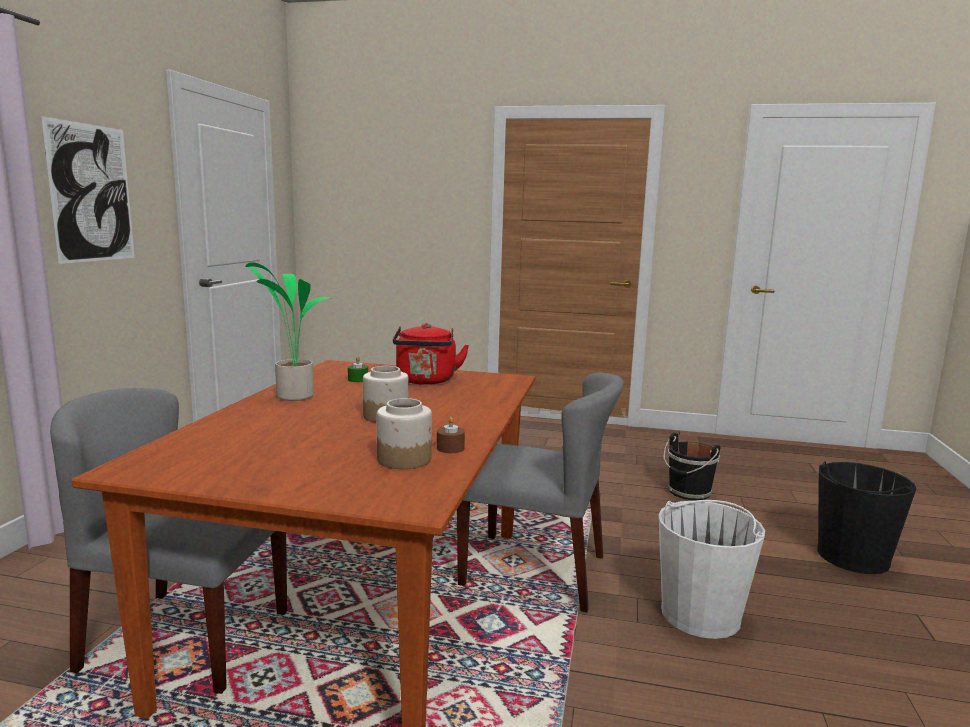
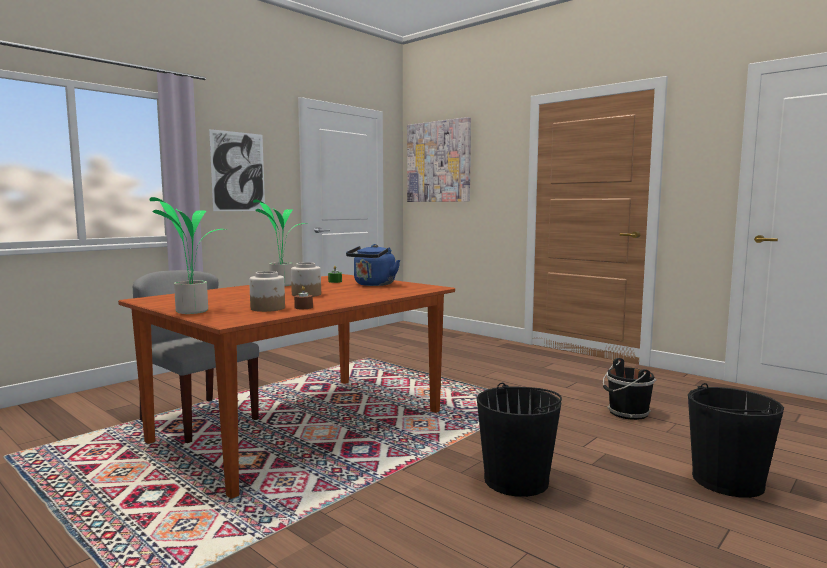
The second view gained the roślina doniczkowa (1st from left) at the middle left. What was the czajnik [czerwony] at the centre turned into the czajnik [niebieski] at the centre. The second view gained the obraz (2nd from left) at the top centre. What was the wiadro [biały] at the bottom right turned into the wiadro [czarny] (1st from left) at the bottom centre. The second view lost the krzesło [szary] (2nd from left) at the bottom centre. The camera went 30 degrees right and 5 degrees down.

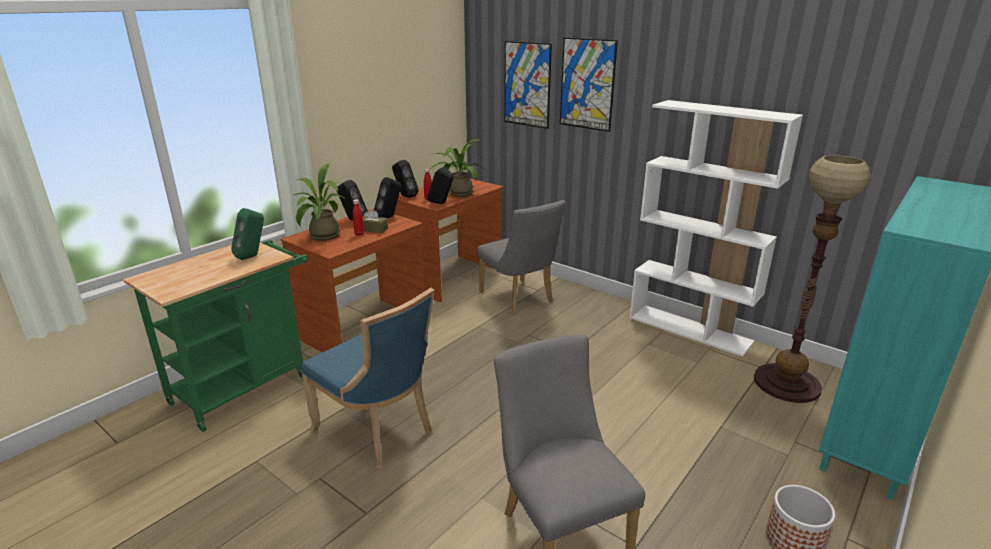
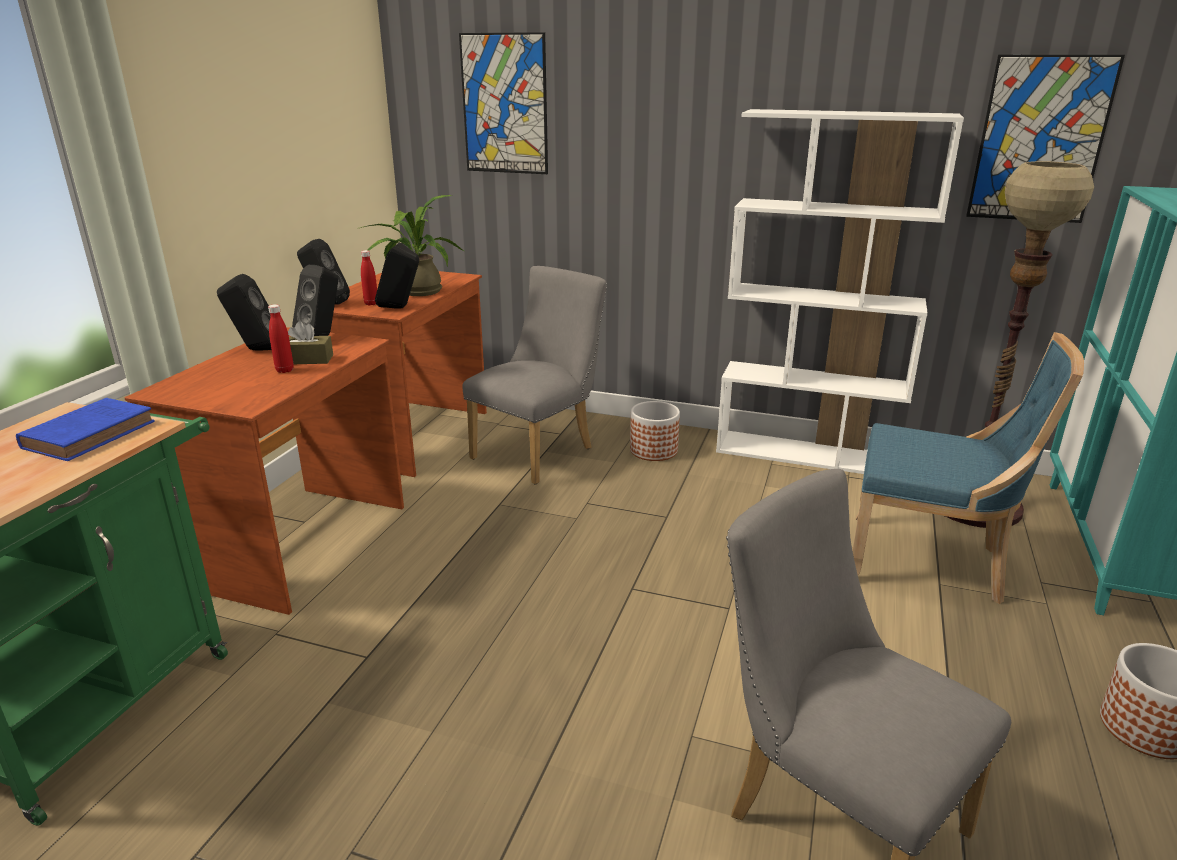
Where the głośnik [zielony] stood at the middle left, the książka [niebieski] came to stand at the middle left. The krzesło [szary] (1st from left) at the centre ended up facing another way, 90 degrees counterclockwise from before. The second view gained the donica (1st from left) at the centre. The krzesło [niebieski] ended up elsewhere, having gone from the bottom centre to the middle right. The obraz (2nd from left) ended up elsewhere, having gone from the top centre to the top right. The second view lost the roślina doniczkowa (1st from left) at the middle left. The camera went 20 degrees left and 0 degrees up.

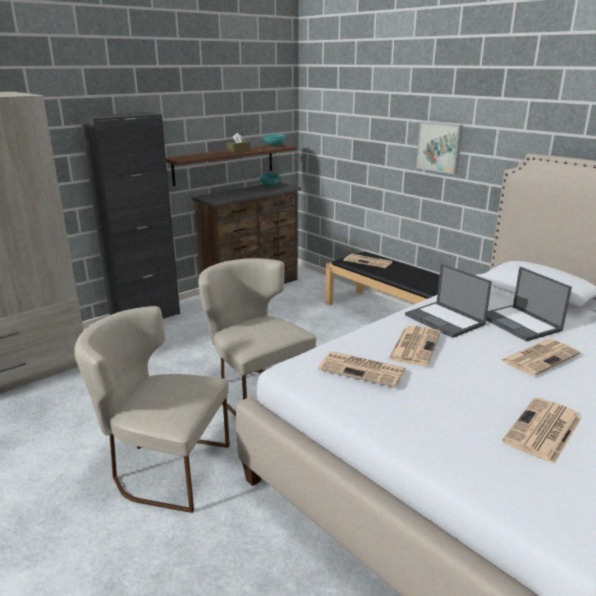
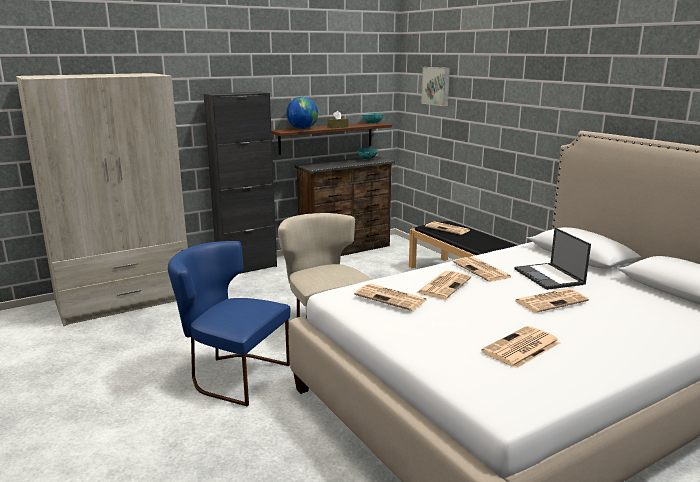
What was the krzesło [beżowy] (1st from left) at the bottom left turned into the krzesło [niebieski] at the bottom left. The second view gained the globus at the top centre. The obraz ended up elsewhere, having gone from the top right to the top centre. Where the laptop (1st from left) stood at the middle right, the gazeta (4th from left) came to stand at the middle right. The camera went 10 degrees right and 5 degrees down.

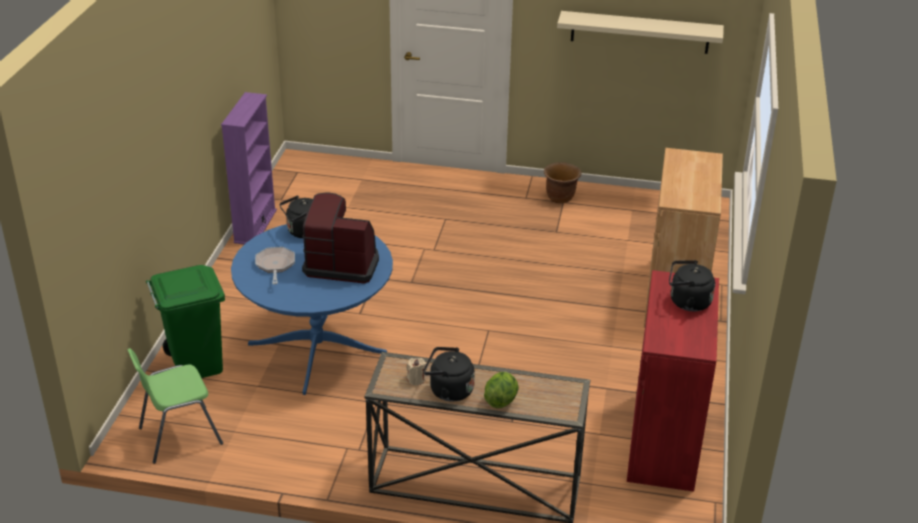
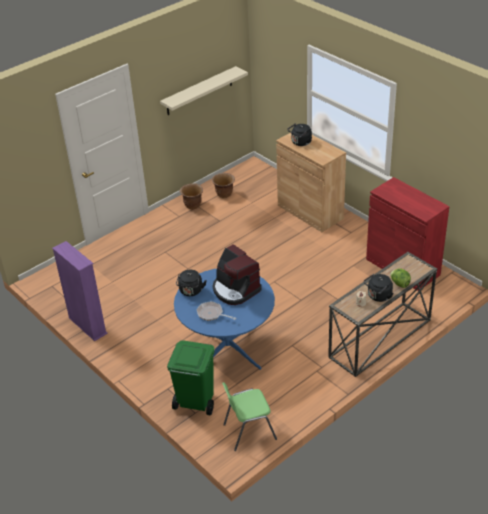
The second view gained the donica [brązowy] (2nd from left) at the centre. The ekspres do kawy at the centre ended up facing another way, 90 degrees counterclockwise from before. The krzesło [zielony] at the bottom left ended up facing another way, 60 degrees clockwise from before. The czajnik [czarny] (3rd from left in the first image) ended up elsewhere, having gone from the middle right to the top centre. The camera went 50 degrees left and 5 degrees up.

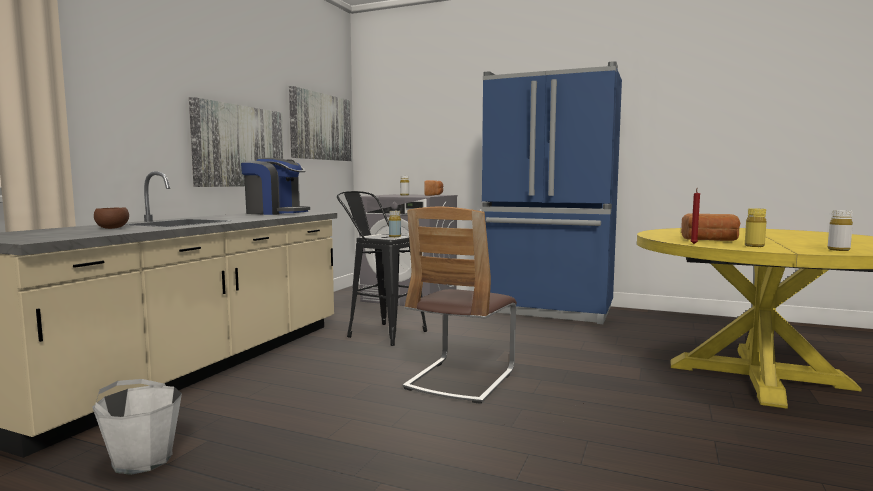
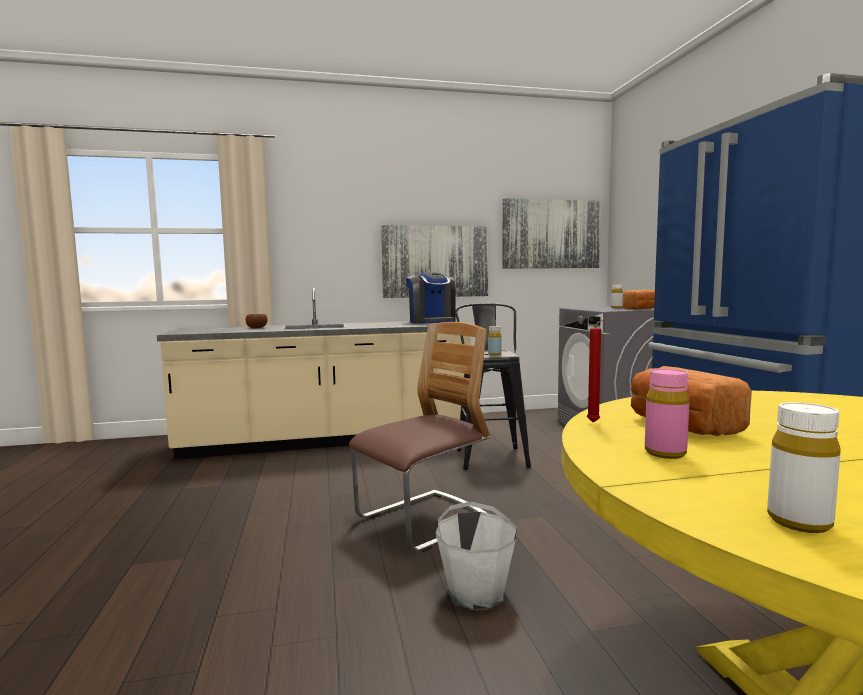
The krzesło at the centre ended up facing another way, 150 degrees clockwise from before. The wiadro [biały] ended up elsewhere, having gone from the bottom left to the bottom centre. What was the butelka [żółty] (2nd from left) at the middle right turned into the butelka [różowy] at the middle right. The camera went 55 degrees right and 0 degrees up.

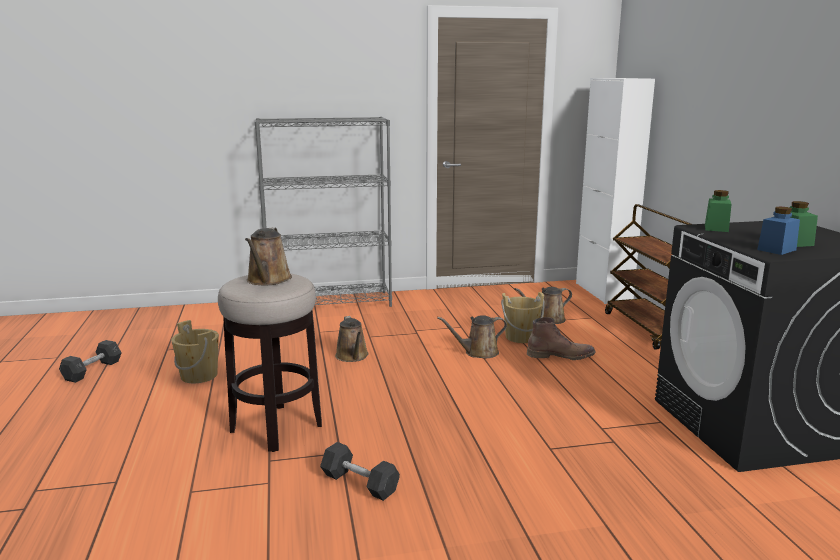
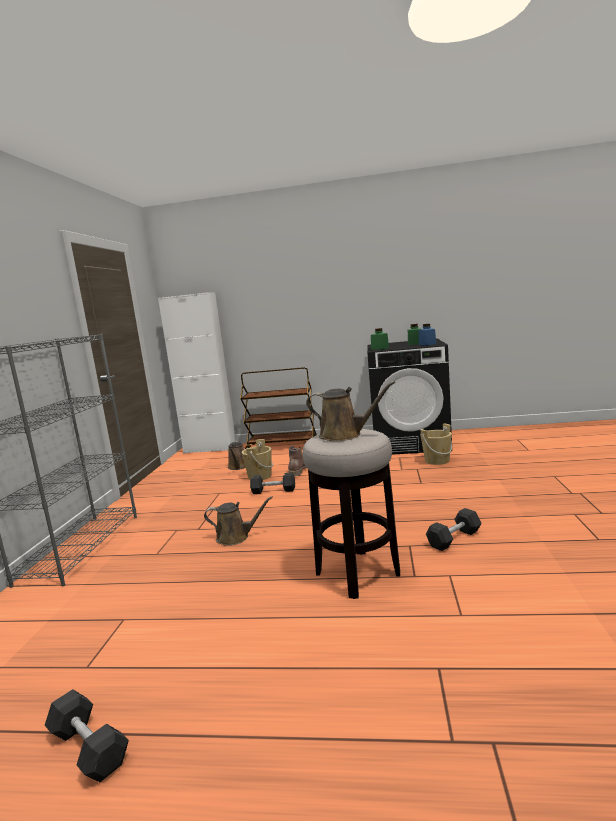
Where the konewka [brązowy] (3rd from left) stood at the centre, the hantel [szary] (2nd from left) came to stand at the centre. The wiadro [beżowy] (1st from left in the first image) ended up elsewhere, having gone from the middle left to the middle right. The camera went 70 degrees left and 5 degrees down.

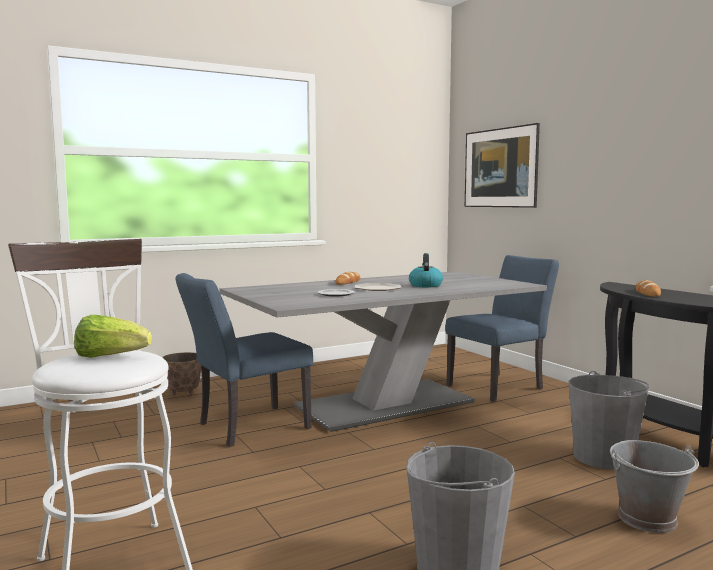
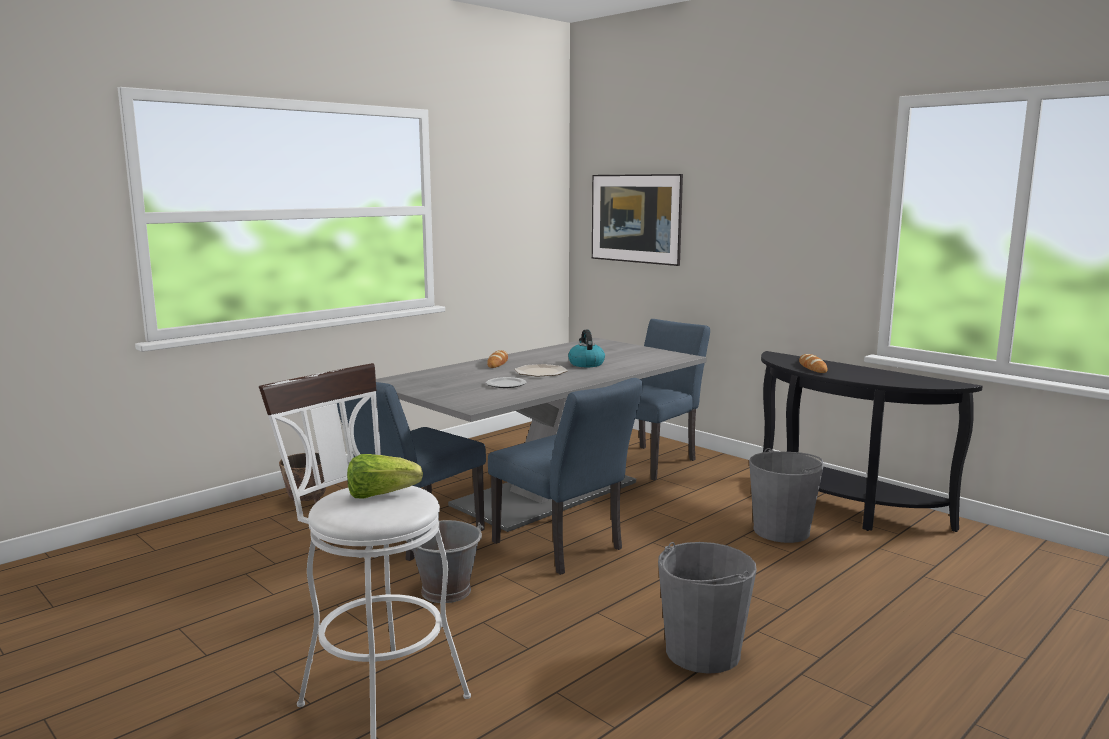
The wiadro [szary] (3rd from left in the first image) ended up elsewhere, having gone from the bottom right to the bottom centre. The second view gained the krzesło [niebieski] (2nd from left) at the centre. The camera went 15 degrees left and 5 degrees up.

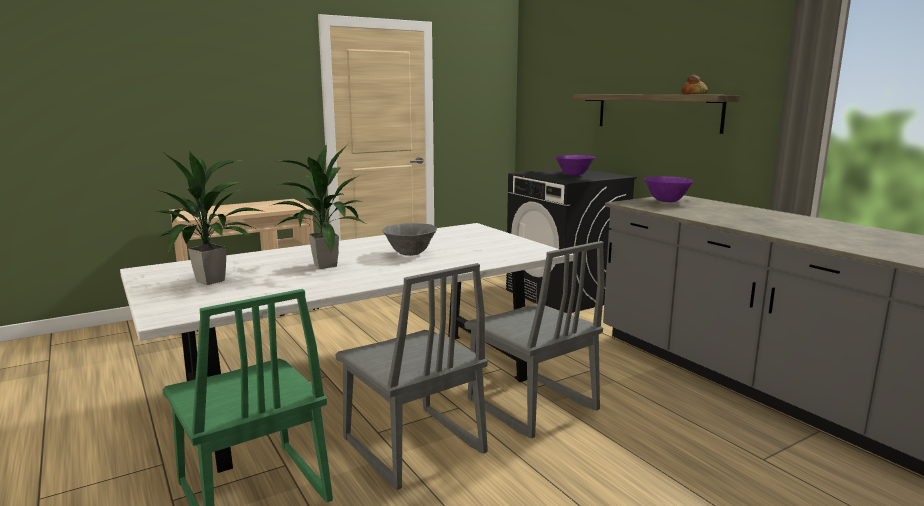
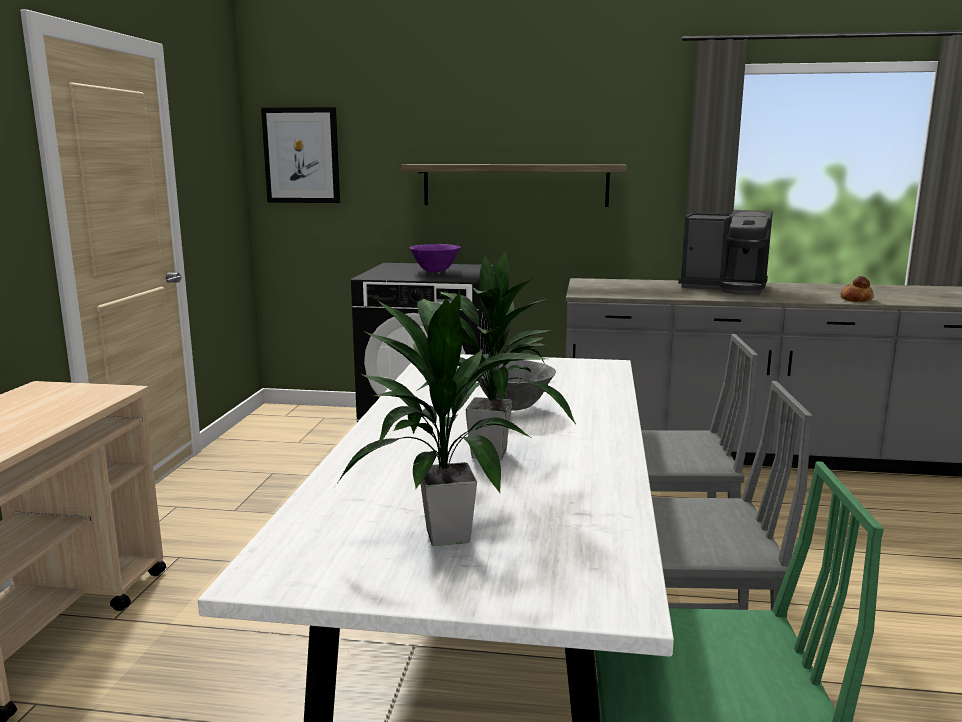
The second view gained the obraz at the top left. The second view gained the ekspres do kawy at the middle right. The chleb ended up elsewhere, having gone from the top right to the middle right. The second view lost the miska [fioletowy] (2nd from left) at the middle right. The camera went 50 degrees left and 0 degrees up.

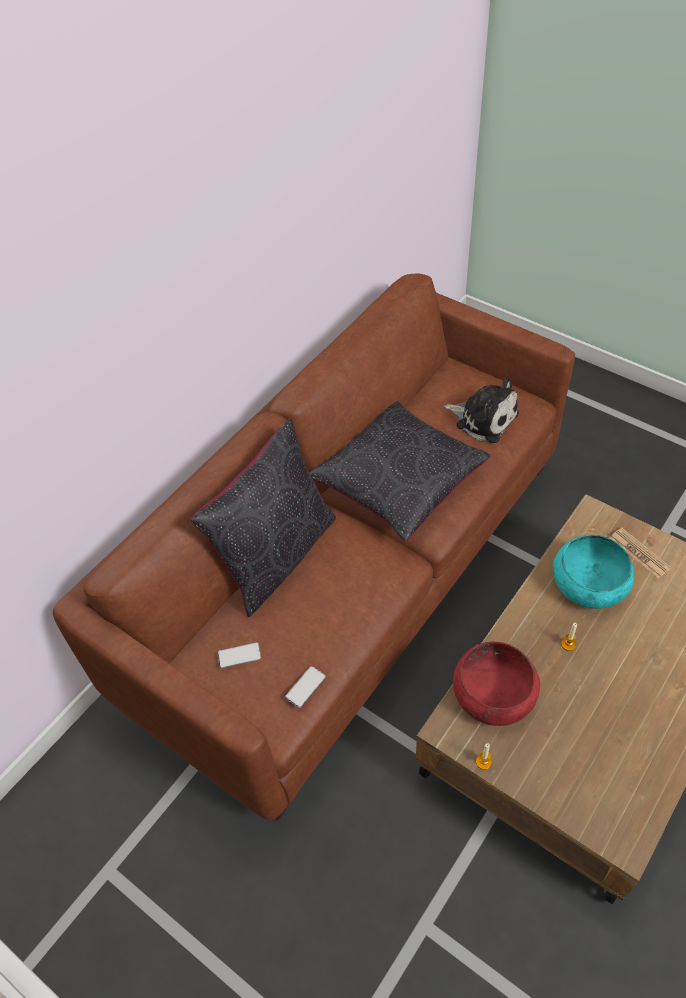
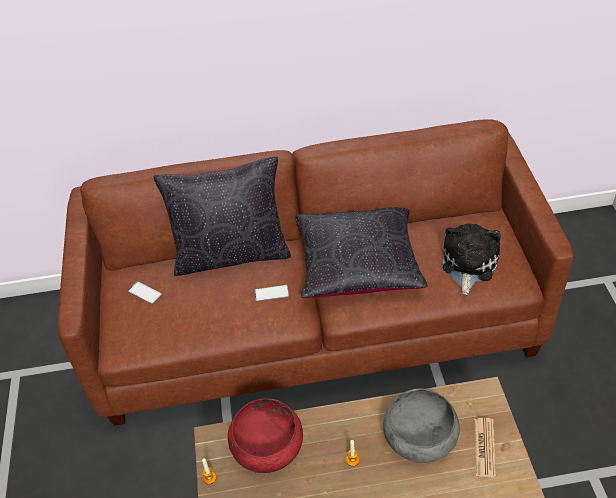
The telefon (2nd from left) ended up elsewhere, having gone from the bottom centre to the centre. What was the miska [turkusowy] at the middle right turned into the miska [szary] at the bottom right. The pluszak at the middle right ended up facing another way, 150 degrees counterclockwise from before. The camera went 45 degrees right and 5 degrees down.

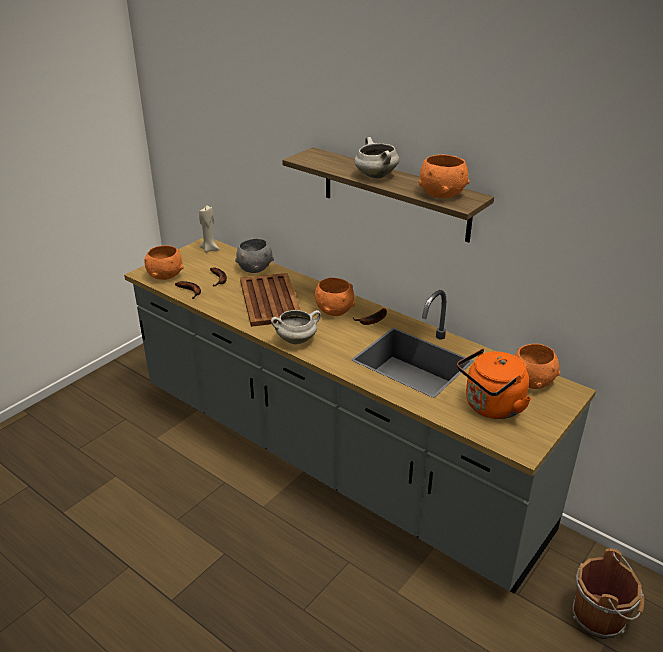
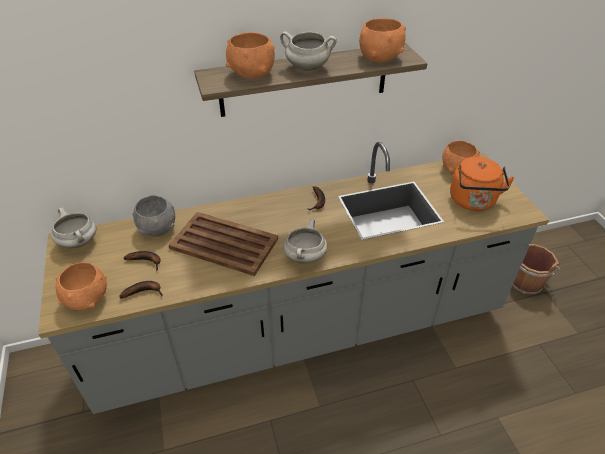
Where the świeca [beżowy] stood at the middle left, the garnek [biały] (1st from left) came to stand at the middle left. The miska [pomarańczowy] (2nd from left) ended up elsewhere, having gone from the centre to the top centre. The camera went 55 degrees left and 10 degrees up.

